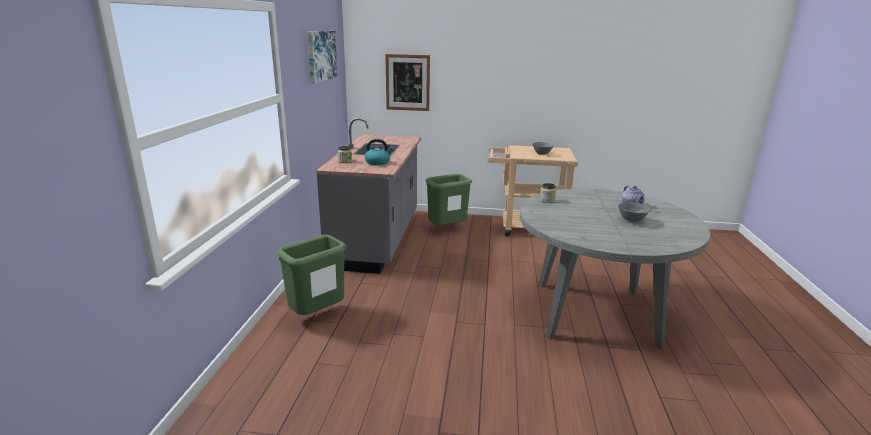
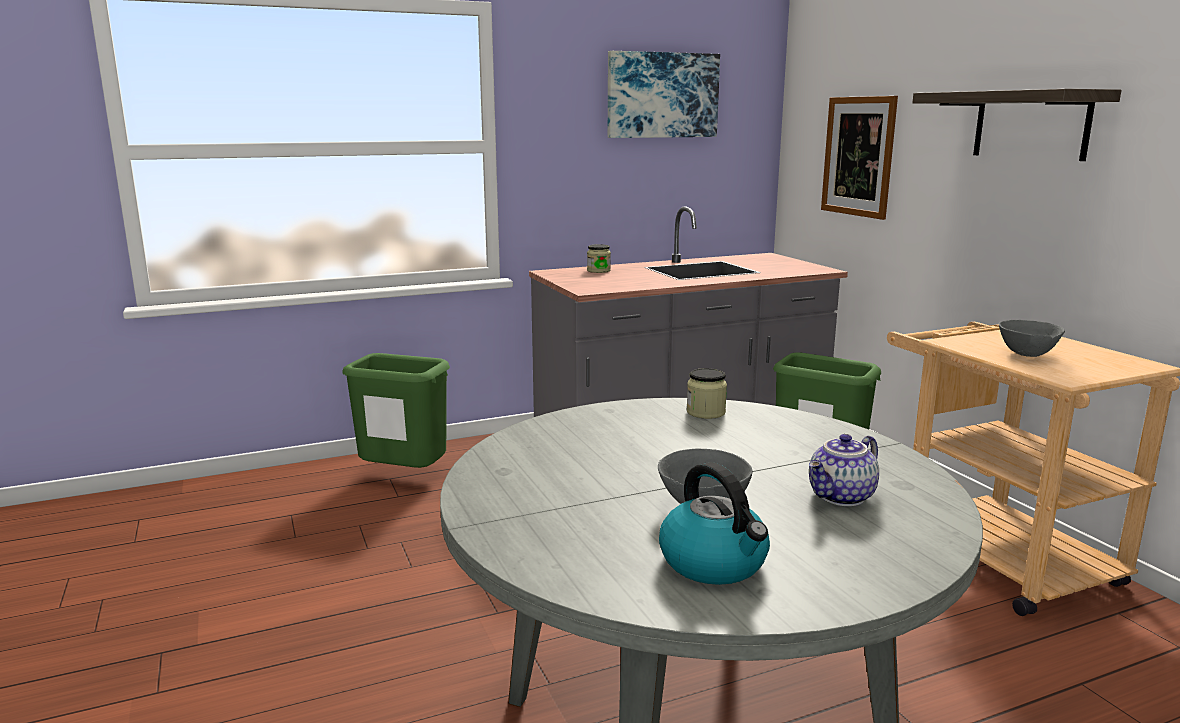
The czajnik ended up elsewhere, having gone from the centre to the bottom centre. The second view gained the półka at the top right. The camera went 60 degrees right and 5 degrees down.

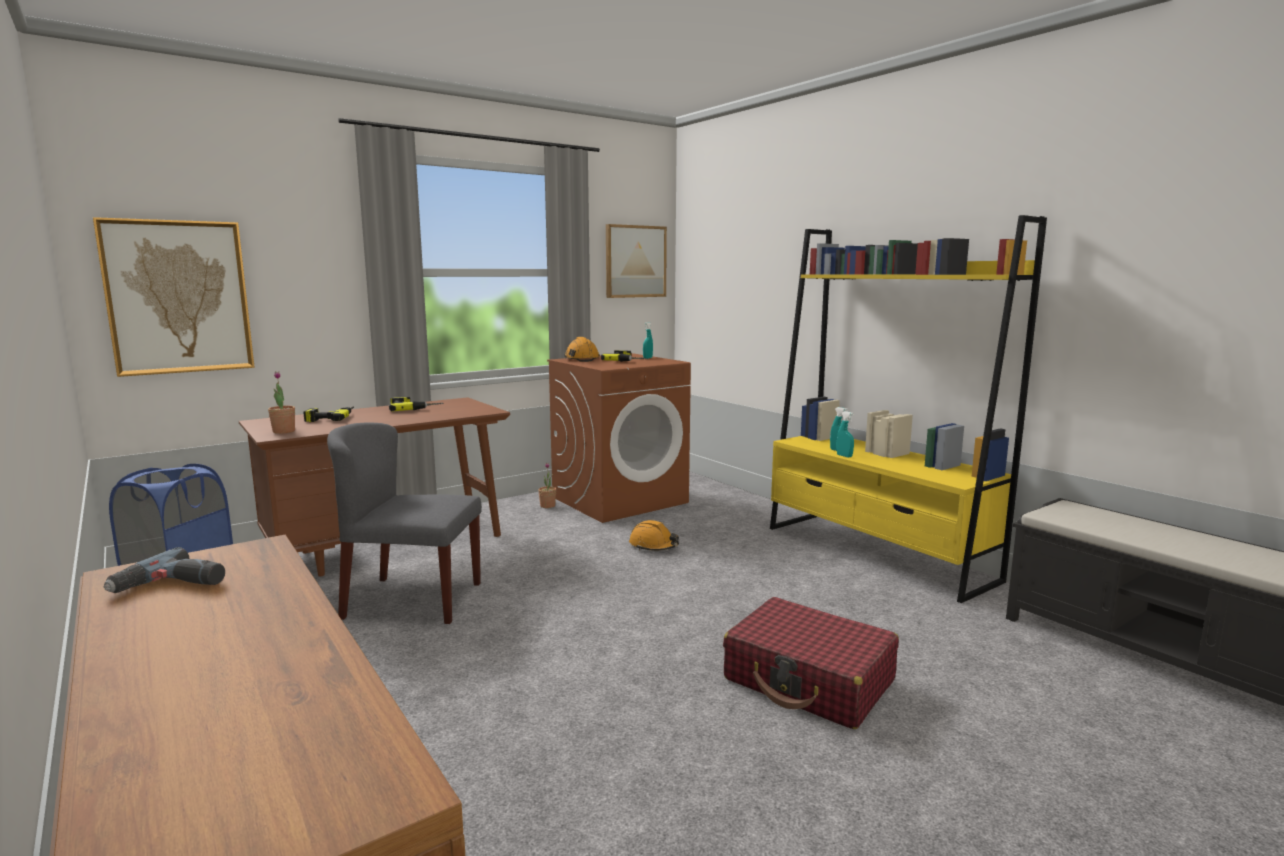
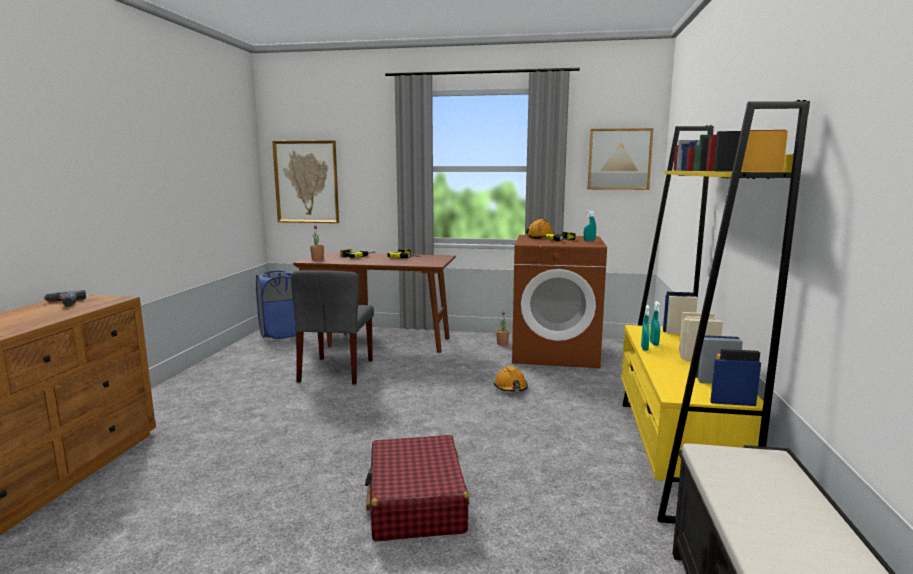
The krzesło [szary] at the middle left ended up facing another way, 135 degrees counterclockwise from before. The camera went 45 degrees right and 0 degrees up.

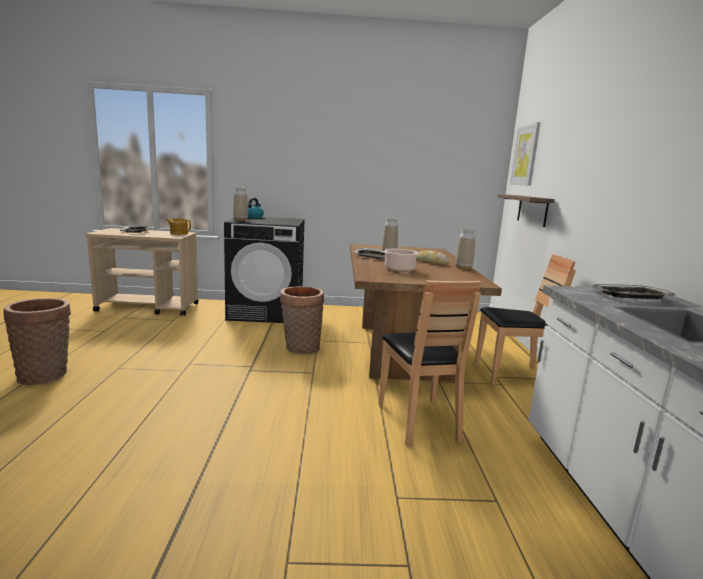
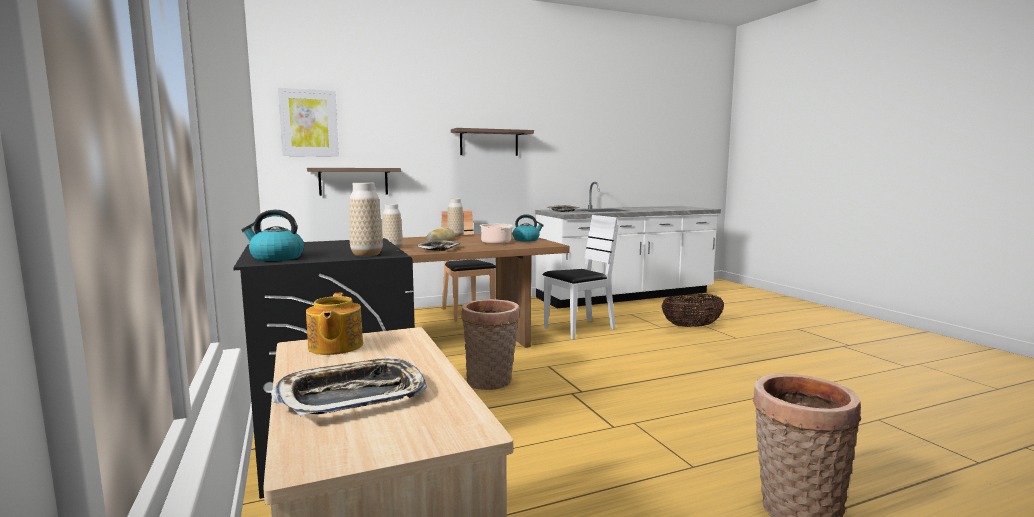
The second view gained the półka (2nd from left) at the top centre. The second view gained the czajnik (2nd from left) at the centre. What was the krzesło [brązowy] (1st from left) at the centre turned into the krzesło [biały] at the centre. The second view gained the koszyk (2nd from left) at the middle right. The camera went 110 degrees left and 5 degrees down.

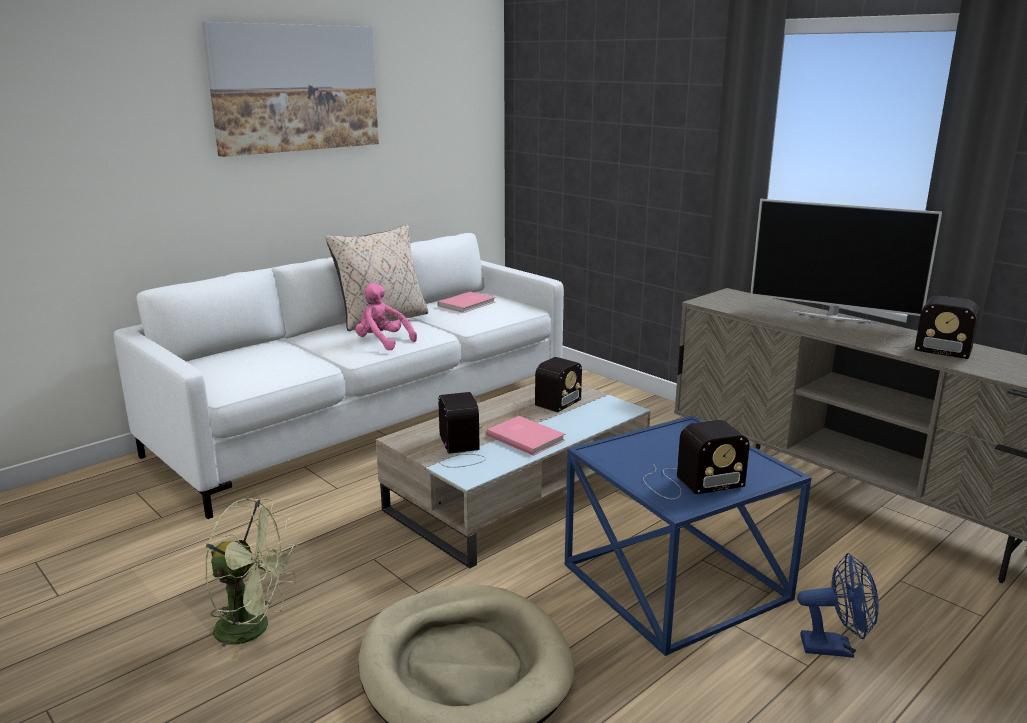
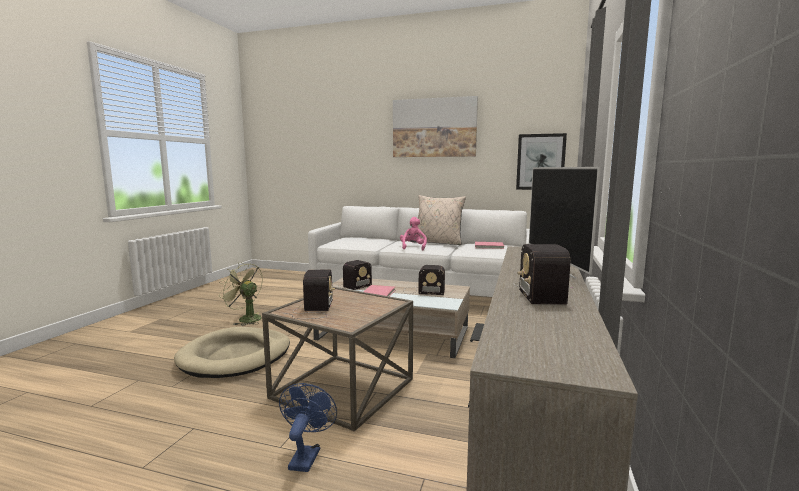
The wentylator [zielony] at the bottom left ended up facing another way, 135 degrees clockwise from before. What was the stolik [niebieski] at the bottom right turned into the stolik [brązowy] at the bottom centre. The wentylator [niebieski] at the bottom right ended up facing another way, 150 degrees counterclockwise from before. The radio (3rd from left in the first image) at the middle right ended up facing another way, 135 degrees counterclockwise from before. The second view gained the obraz (2nd from left) at the top right. The camera went 60 degrees right and 10 degrees down.

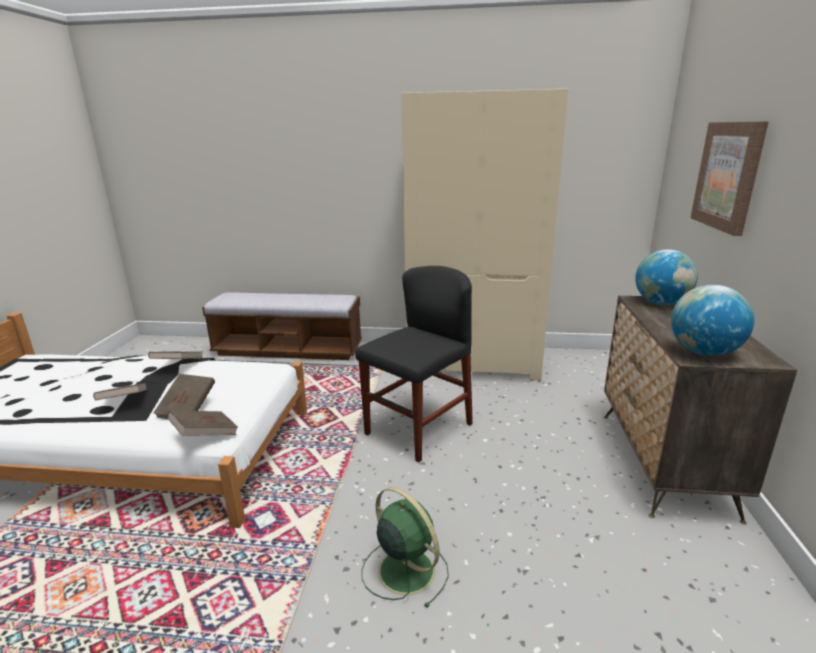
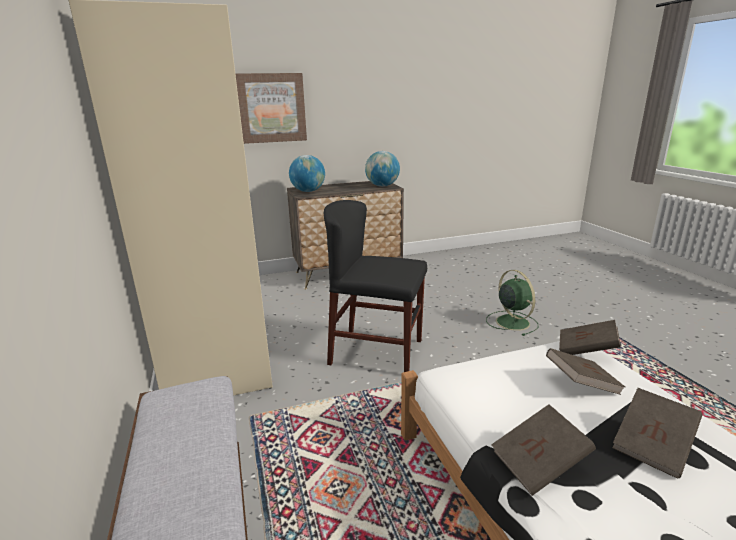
The wentylator [zielony] at the bottom centre ended up facing another way, 135 degrees clockwise from before. The camera went 115 degrees left and 0 degrees up.

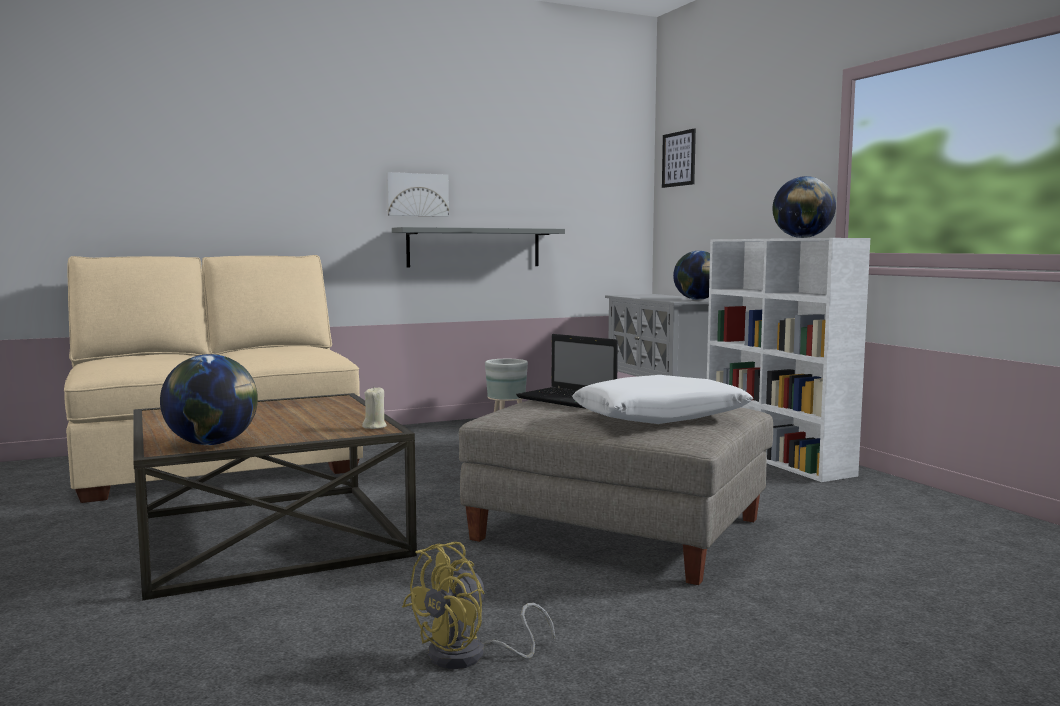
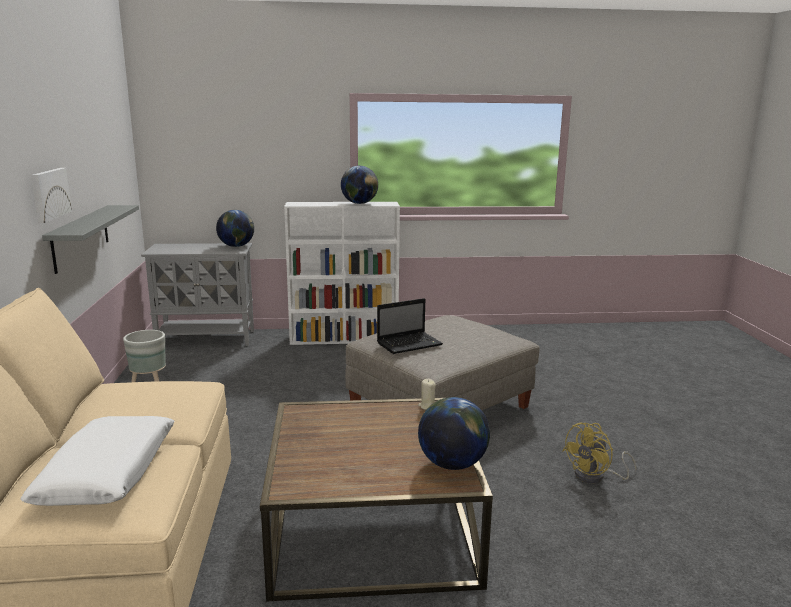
The poduszka [biały] ended up elsewhere, having gone from the centre to the bottom left. The wentylator [żółty] at the bottom centre ended up facing another way, 75 degrees clockwise from before. The second view lost the obraz (2nd from left) at the top centre. The camera went 70 degrees left and 10 degrees up.

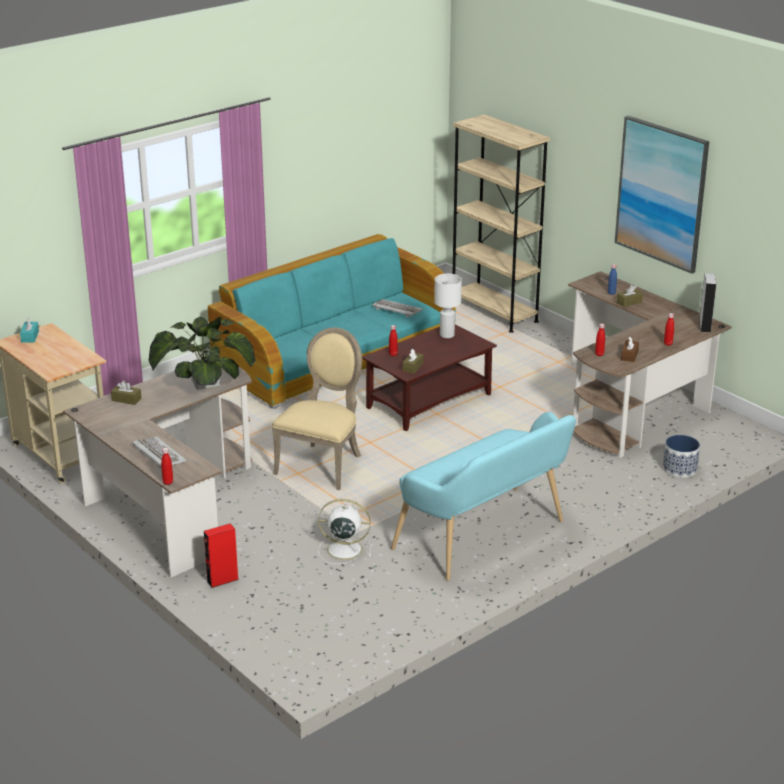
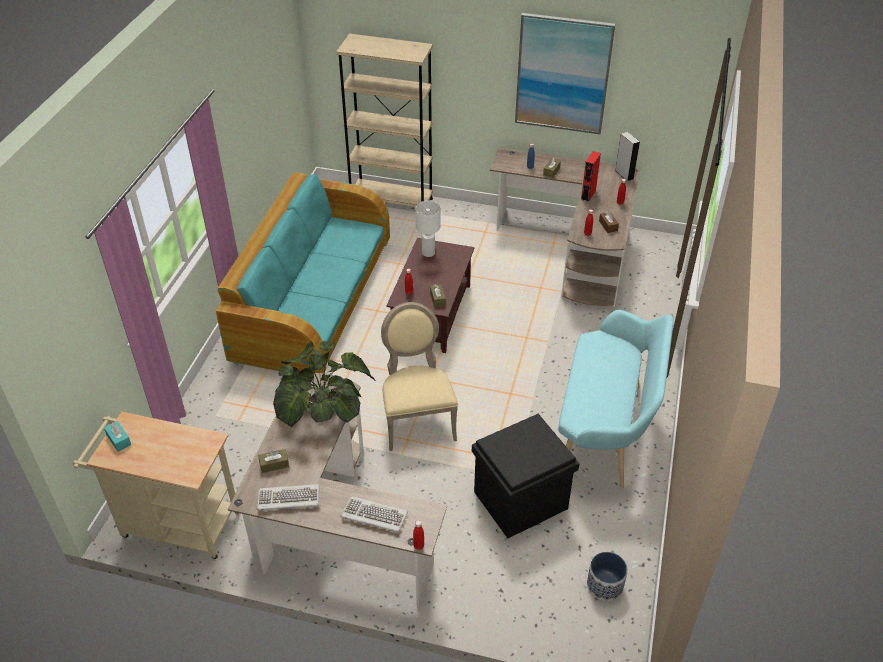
The klawiatura (2nd from left in the first image) ended up elsewhere, having gone from the centre to the bottom left. Where the wentylator [biały] stood at the bottom centre, the pojemnik do przechowywania [czarny] came to stand at the bottom centre. The głośnik [czerwony] ended up elsewhere, having gone from the bottom left to the top right. The donica ended up elsewhere, having gone from the middle right to the bottom right. The camera went 35 degrees left and 15 degrees up.

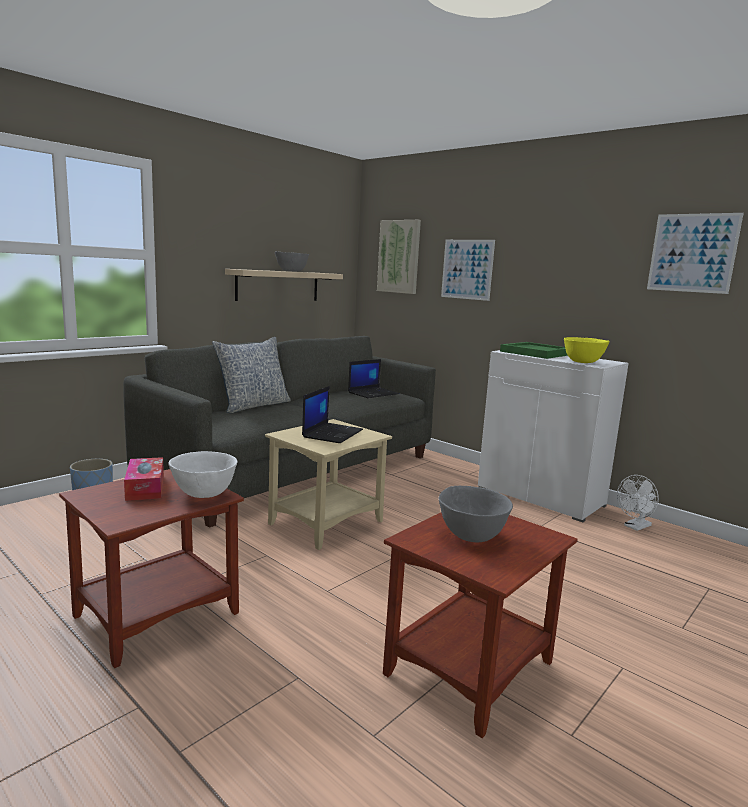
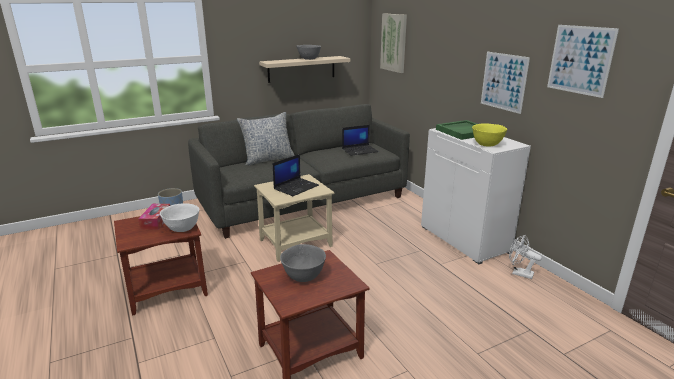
The obraz (2nd from left) ended up elsewhere, having gone from the centre to the top right. The wentylator [biały] at the middle right ended up facing another way, 45 degrees clockwise from before. The camera went 20 degrees right and 10 degrees up.

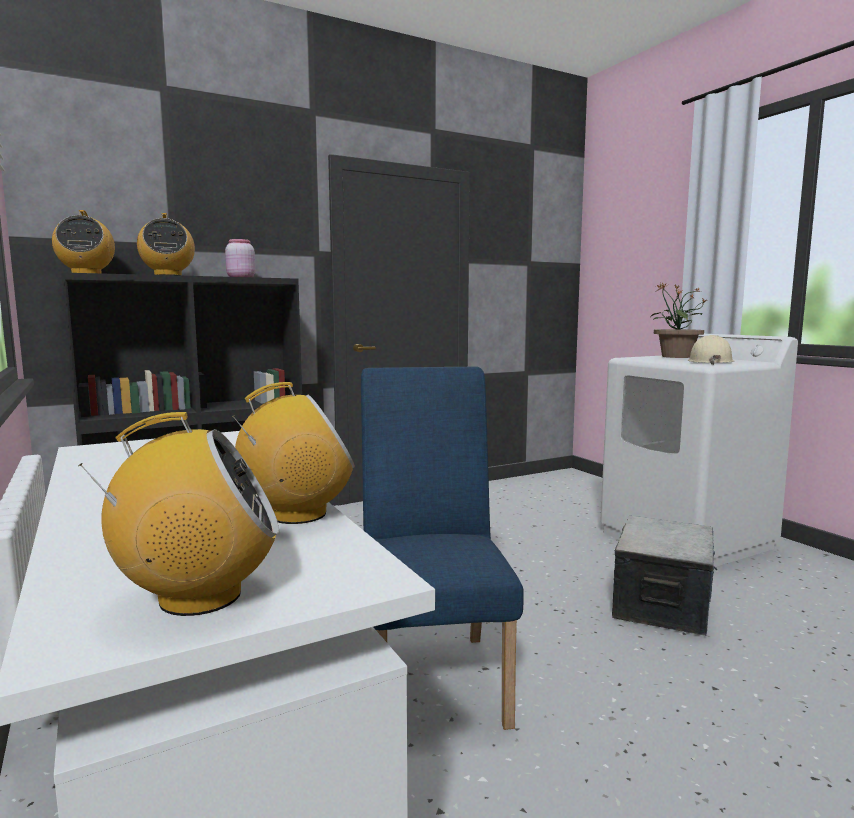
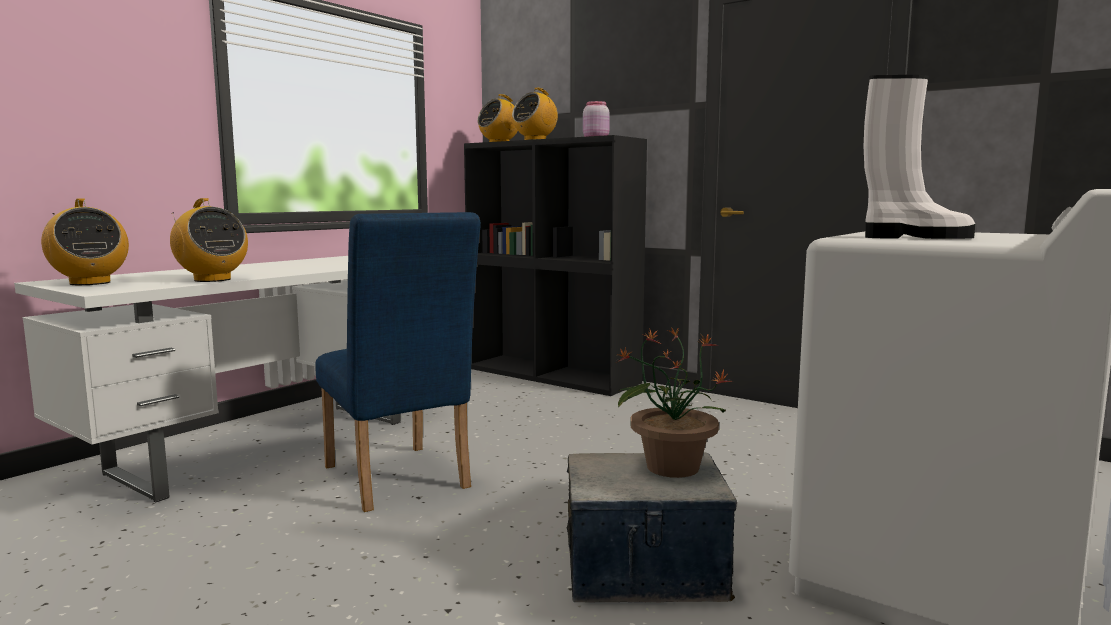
The krzesło [niebieski] at the bottom centre ended up facing another way, 90 degrees clockwise from before. The roślina doniczkowa ended up elsewhere, having gone from the middle right to the centre. Where the kask [beżowy] stood at the middle right, the but z cholewką [biały] came to stand at the top right. The camera went 65 degrees right and 0 degrees up.

